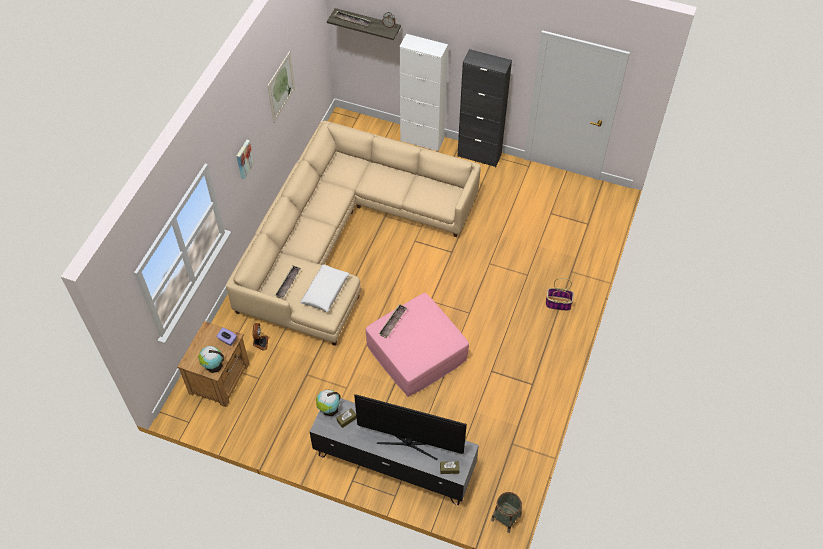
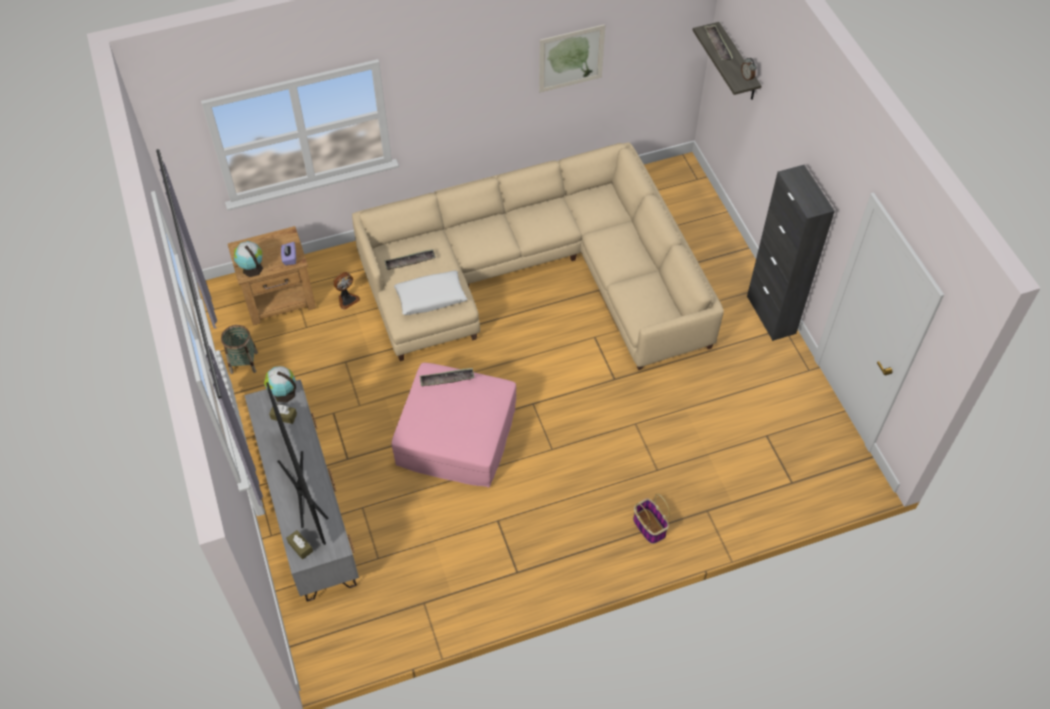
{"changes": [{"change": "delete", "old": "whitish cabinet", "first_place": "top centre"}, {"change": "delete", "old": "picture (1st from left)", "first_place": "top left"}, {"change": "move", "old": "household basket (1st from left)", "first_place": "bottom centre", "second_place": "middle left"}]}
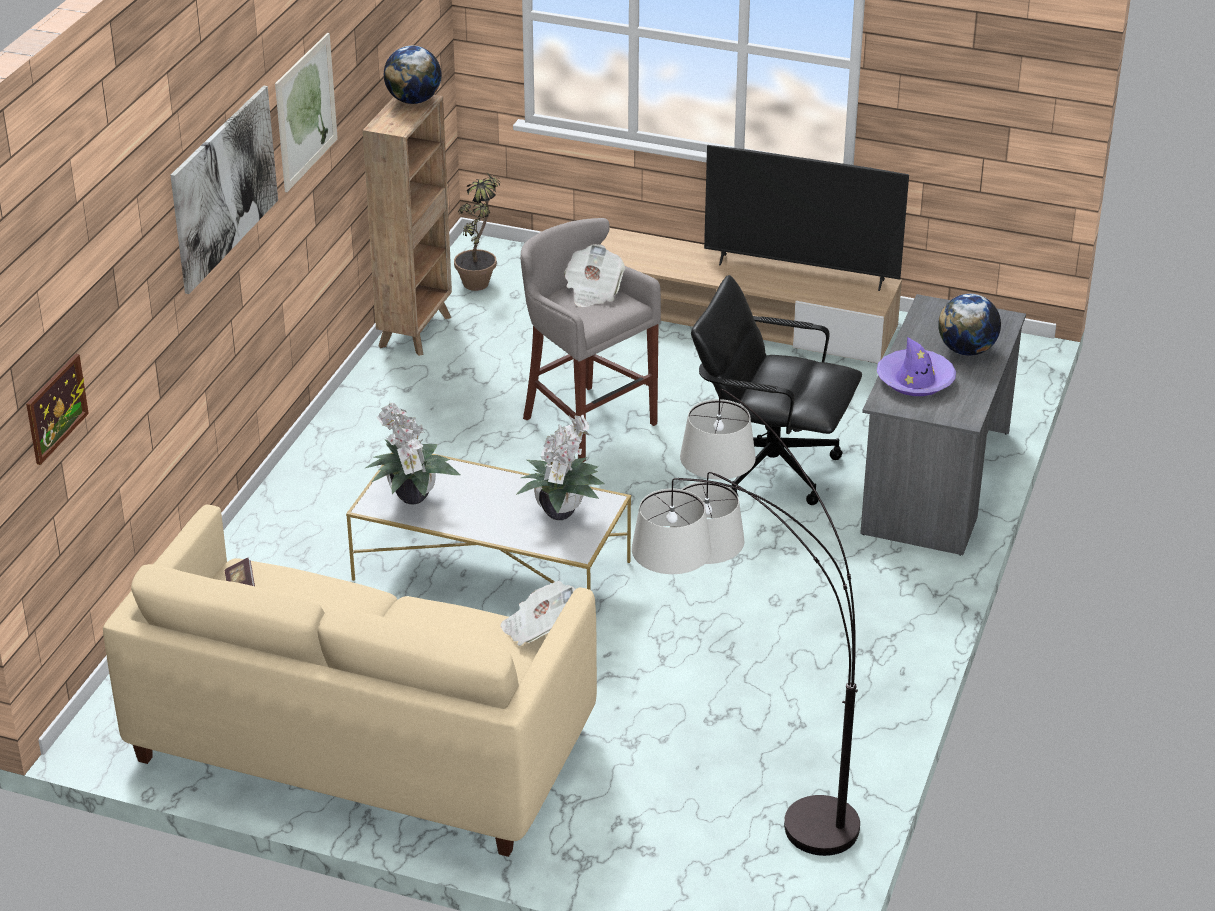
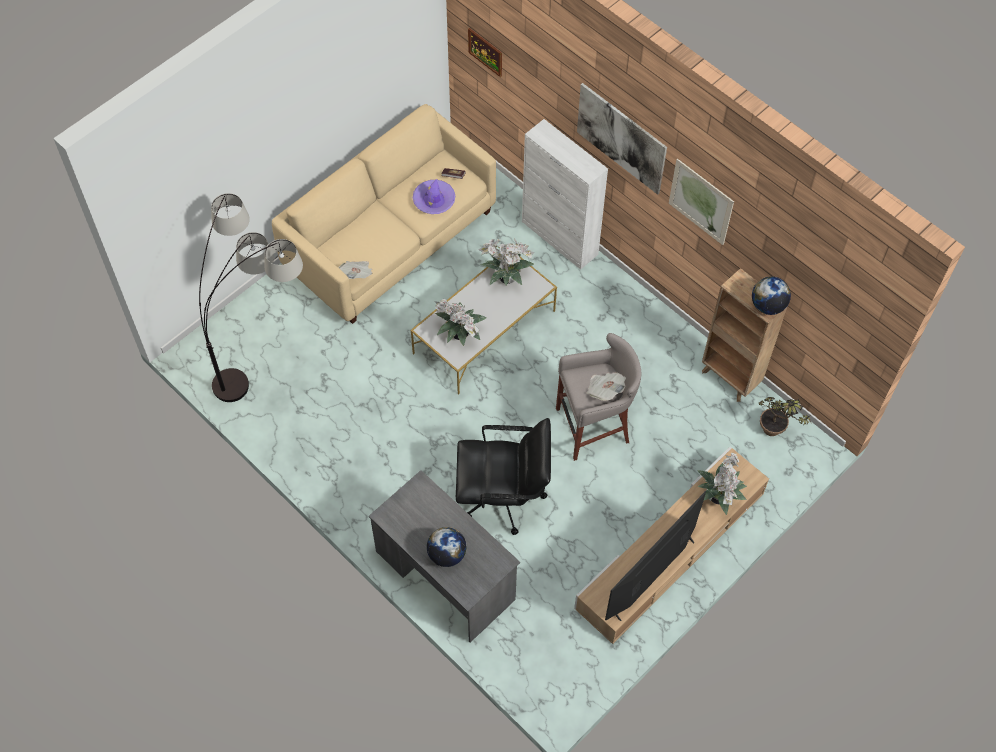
{"changes": [{"change": "rotate", "old": "black computer chair", "first_place": "centre", "second_place": "centre", "degrees": 45}, {"change": "move", "old": "purplish clothing hat", "first_place": "middle right", "second_place": "top centre"}, {"change": "insert", "new": "whitish cabinet", "second_place": "top centre"}, {"change": "insert", "new": "potted plant (3rd from left)", "second_place": "middle right"}]}
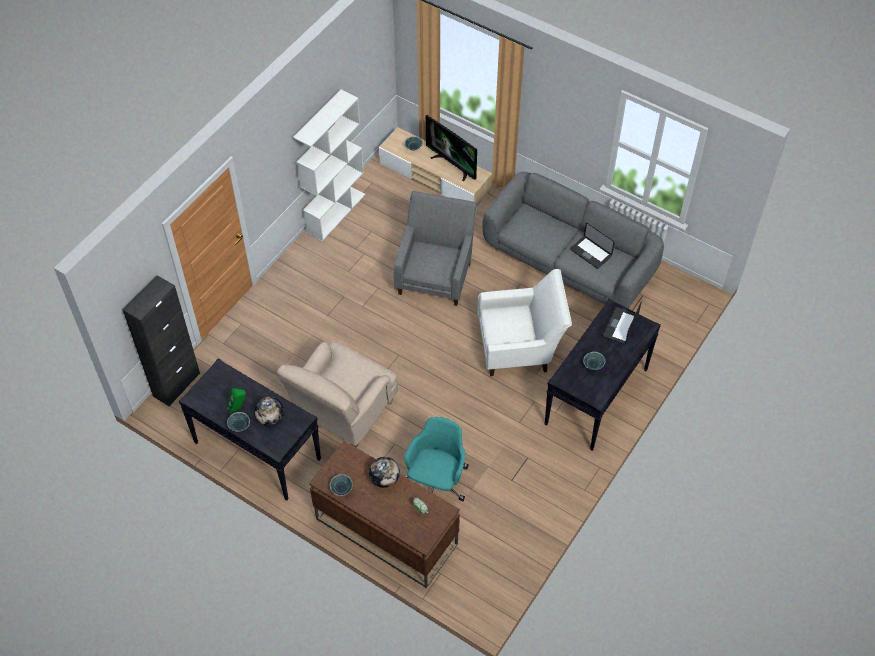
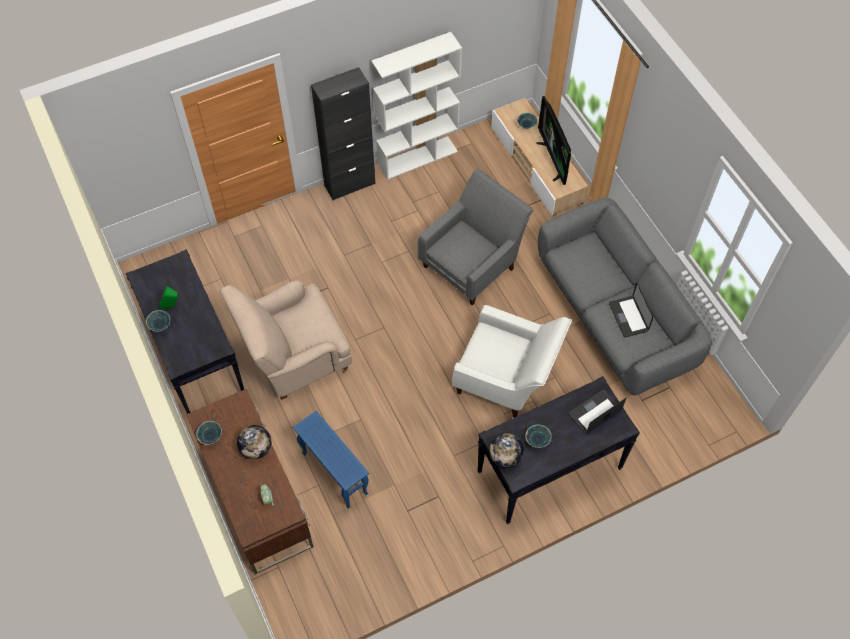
{"changes": [{"change": "move", "old": "black cabinet", "first_place": "middle left", "second_place": "top centre"}, {"change": "move", "old": "globe (1st from left in the first image)", "new": "globe (2nd from left)", "first_place": "middle left", "second_place": "bottom centre"}, {"change": "replace", "old": "turquoise-coloured computer chair", "new": "blue-coloured end table", "first_place": "bottom centre", "second_place": "bottom centre"}]}
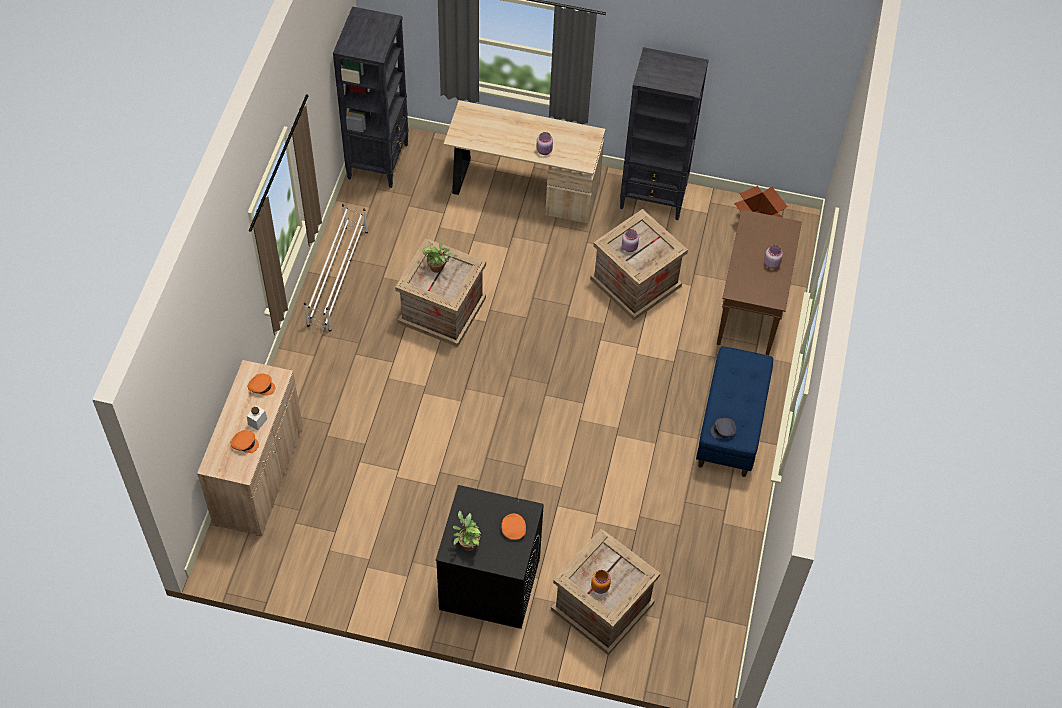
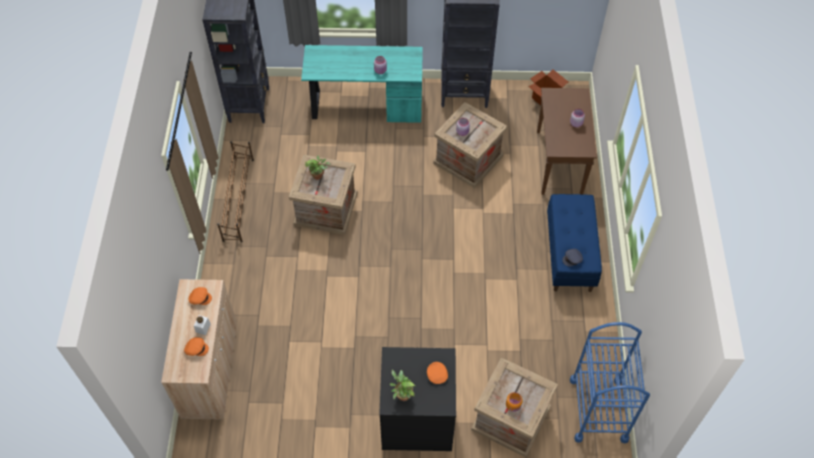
{"changes": [{"change": "recolor", "old": "beige desk", "new": "turquoise-coloured desk", "first_place": "top centre", "second_place": "top centre"}, {"change": "recolor", "old": "whitish shoe shelf", "new": "brownish shoe shelf", "first_place": "middle left", "second_place": "middle left"}, {"change": "insert", "new": "blue-coloured trolley", "second_place": "bottom right"}]}
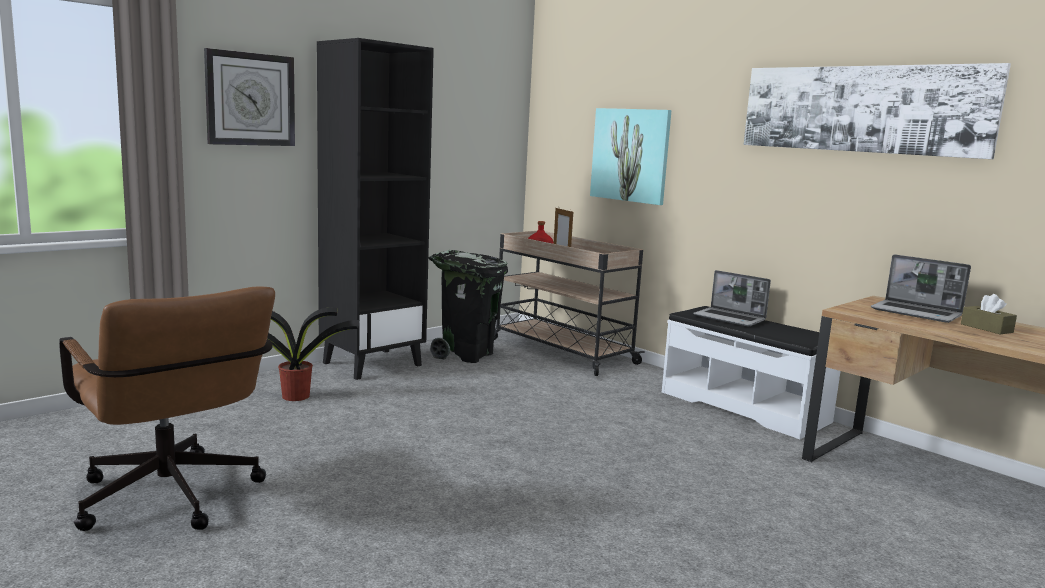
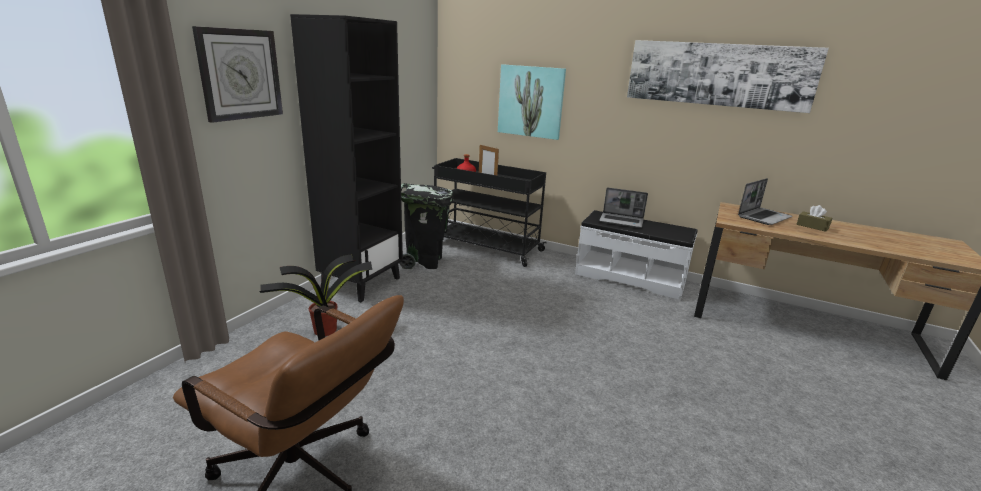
{"changes": [{"change": "recolor", "old": "beige trolley", "new": "black trolley", "first_place": "centre", "second_place": "centre"}, {"change": "rotate", "old": "laptop (2nd from left)", "first_place": "middle right", "second_place": "middle right", "degrees": -60}]}
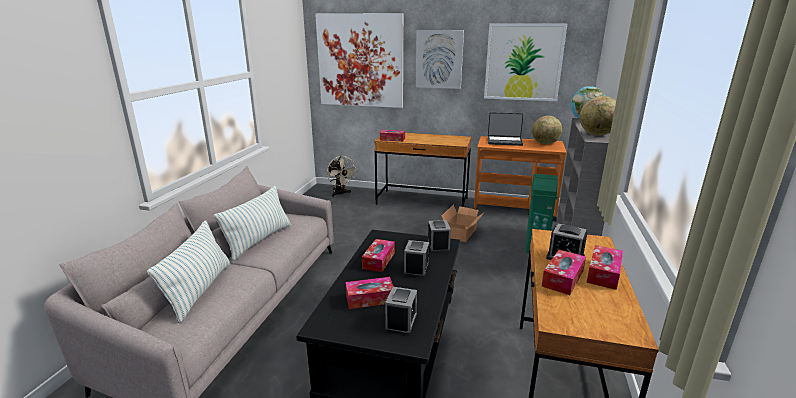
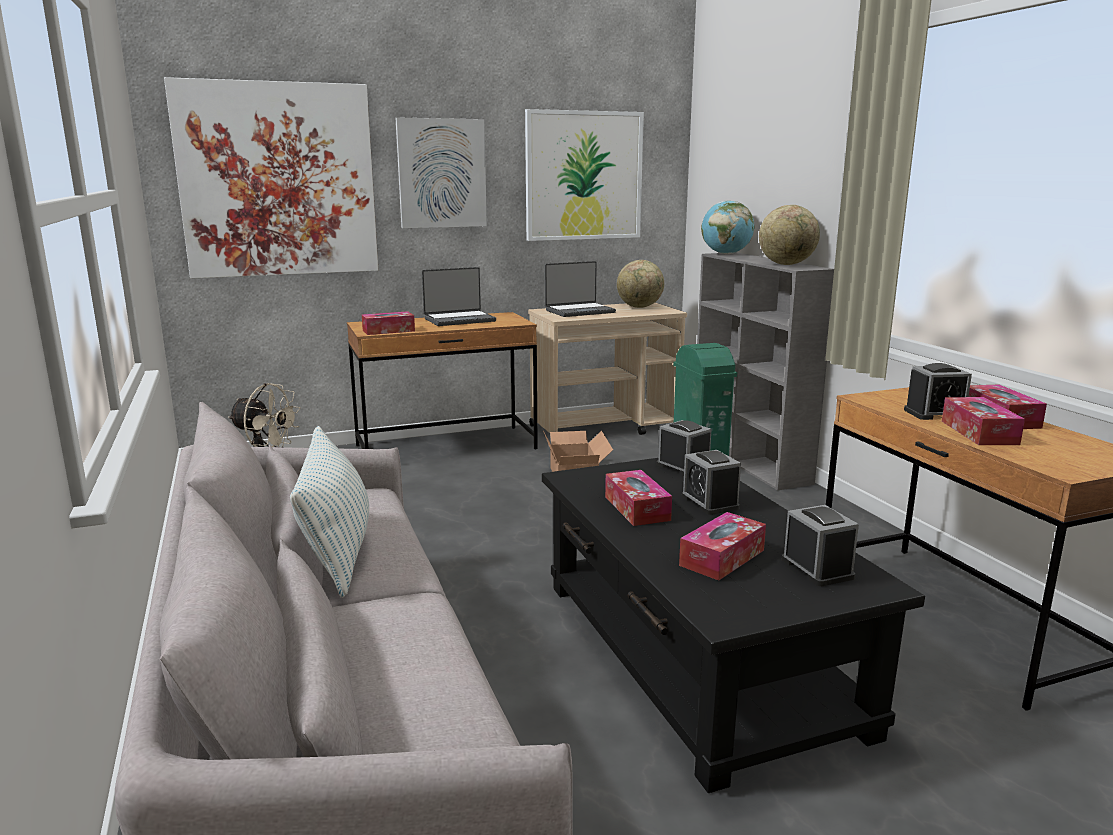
{"changes": [{"change": "recolor", "old": "orange-coloured trolley", "new": "beige trolley", "first_place": "centre", "second_place": "centre"}, {"change": "delete", "old": "throw pillow (1st from left)", "first_place": "bottom left"}, {"change": "insert", "new": "laptop (1st from left)", "second_place": "centre"}]}
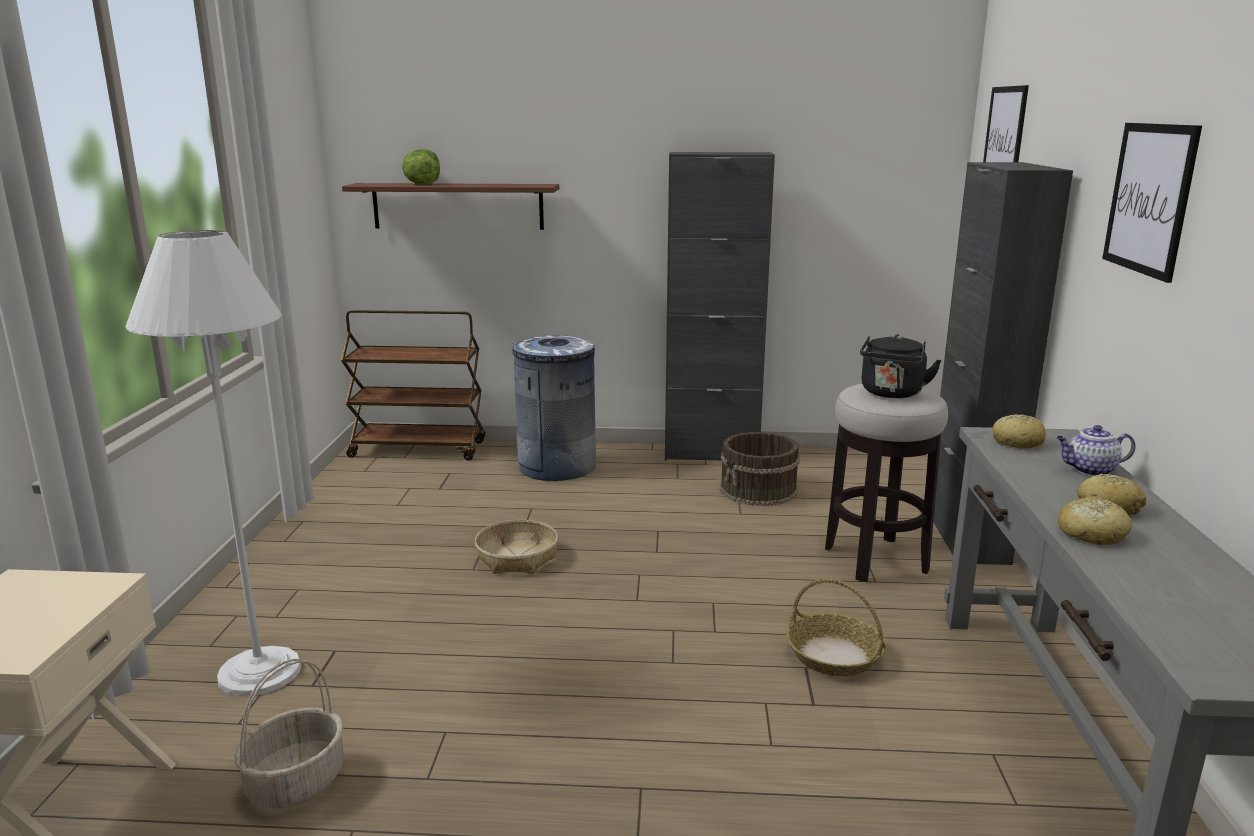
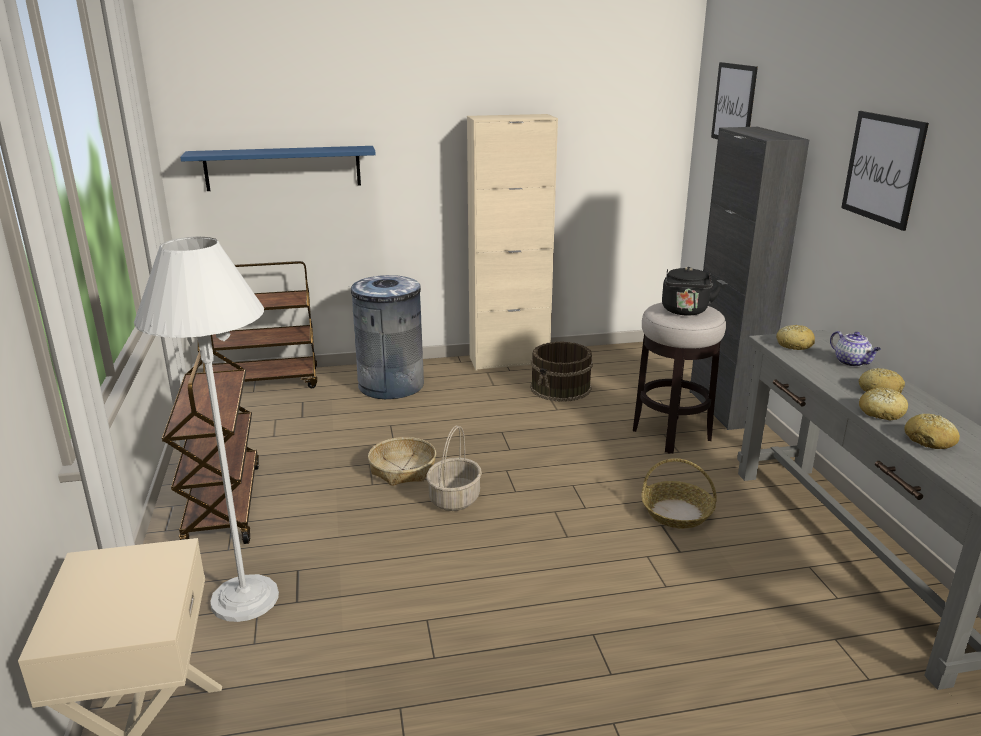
{"changes": [{"change": "delete", "old": "lettuce", "first_place": "top centre"}, {"change": "recolor", "old": "black cabinet (1st from left)", "new": "beige cabinet", "first_place": "centre", "second_place": "top centre"}, {"change": "recolor", "old": "brownish wall shelf", "new": "blue-coloured wall shelf", "first_place": "top centre", "second_place": "top left"}, {"change": "rotate", "old": "tea pot", "first_place": "middle right", "second_place": "middle right", "degrees": -105}, {"change": "move", "old": "household basket (1st from left in the first image)", "new": "household basket (2nd from left)", "first_place": "bottom left", "second_place": "centre"}, {"change": "insert", "new": "brownish trolley (1st from left)", "second_place": "middle left"}, {"change": "insert", "new": "baked bread (4th from left)", "second_place": "middle right"}]}
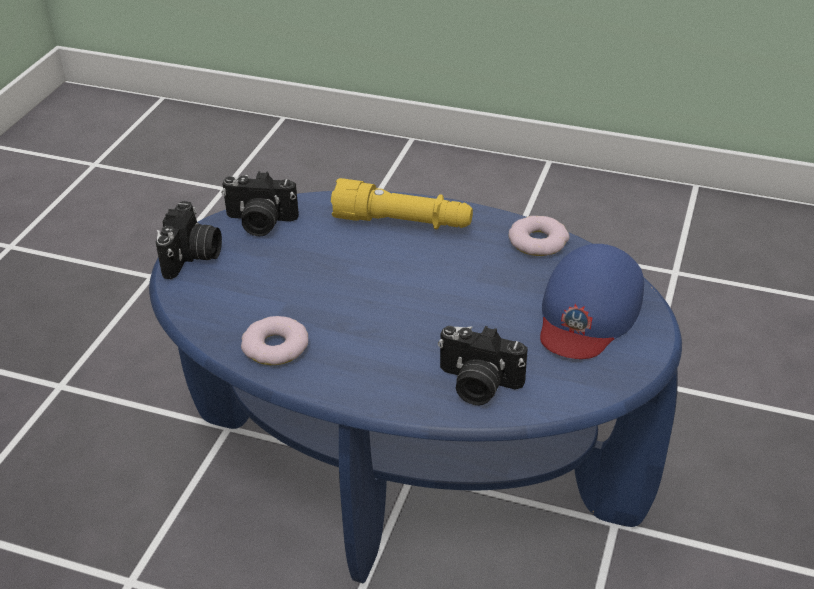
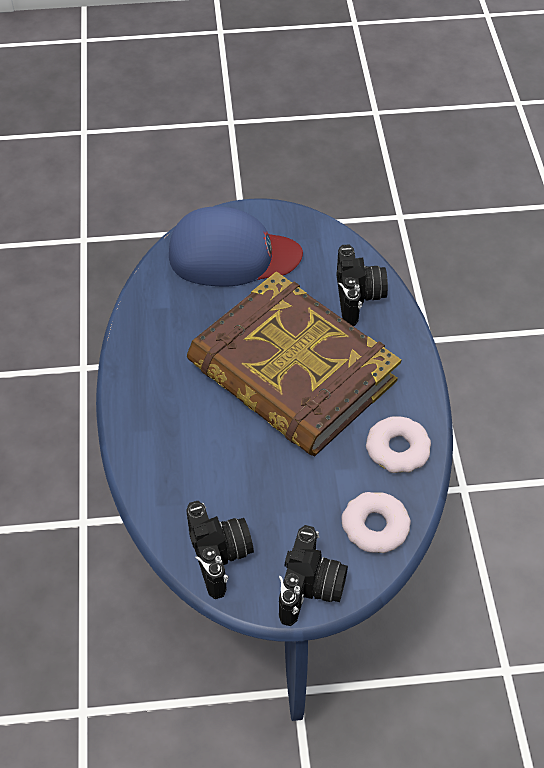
{"changes": [{"change": "delete", "old": "yellow torch", "first_place": "centre"}, {"change": "rotate", "old": "still camera (1st from left in the first image)", "first_place": "middle left", "second_place": "bottom centre", "degrees": 120}, {"change": "move", "old": "donut (2nd from left in the first image)", "new": "donut (1st from left)", "first_place": "centre", "second_place": "bottom right"}, {"change": "insert", "new": "volume", "second_place": "centre"}]}
